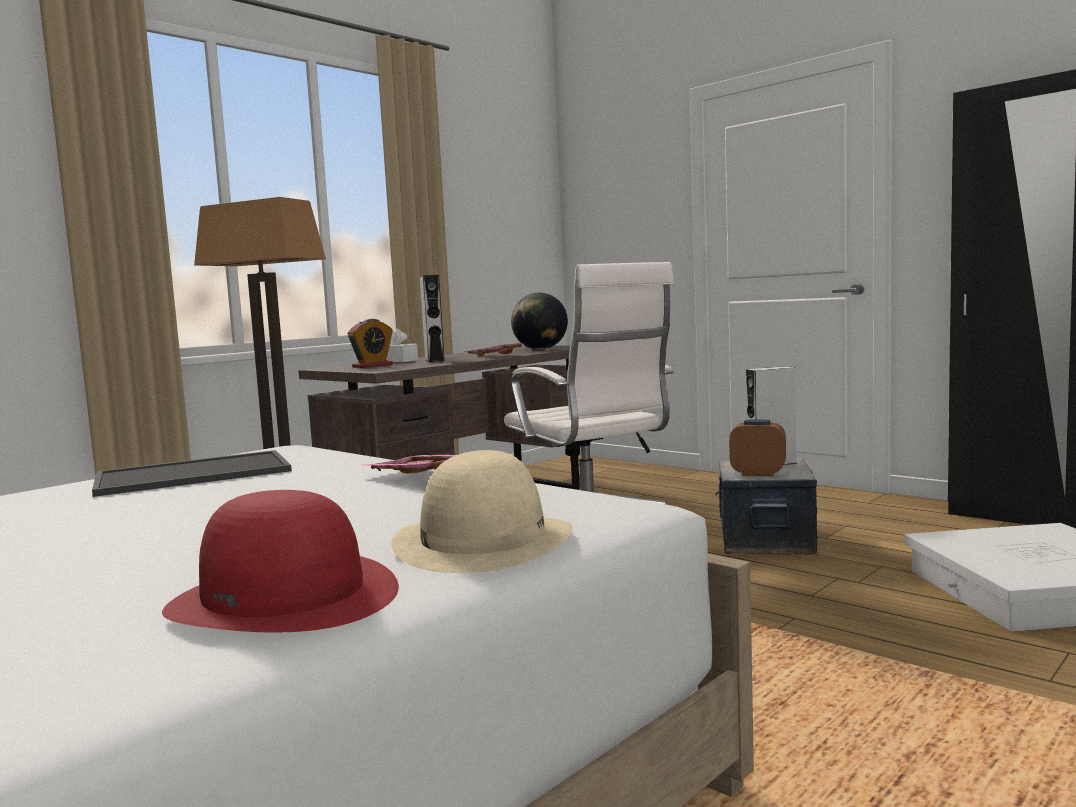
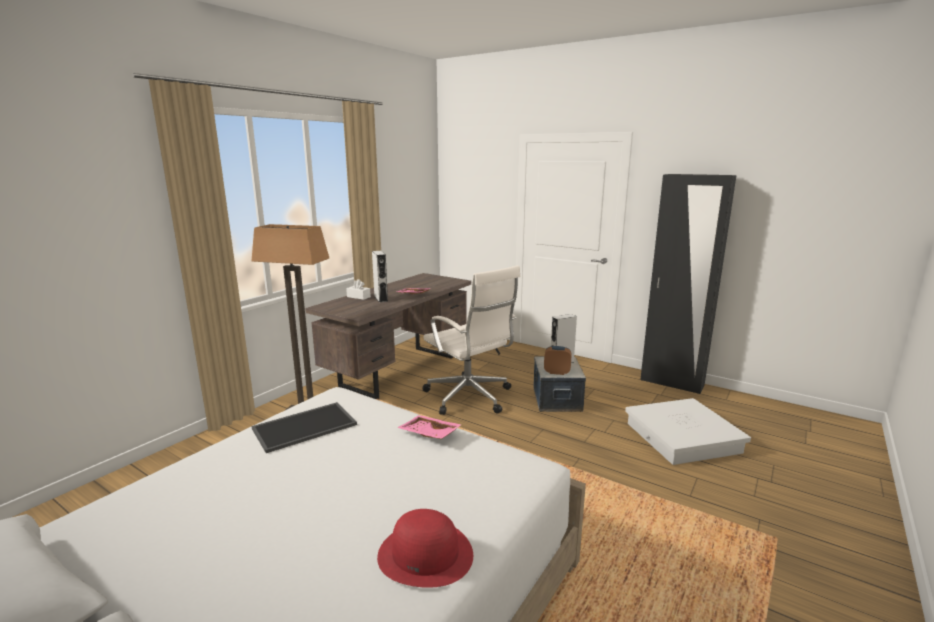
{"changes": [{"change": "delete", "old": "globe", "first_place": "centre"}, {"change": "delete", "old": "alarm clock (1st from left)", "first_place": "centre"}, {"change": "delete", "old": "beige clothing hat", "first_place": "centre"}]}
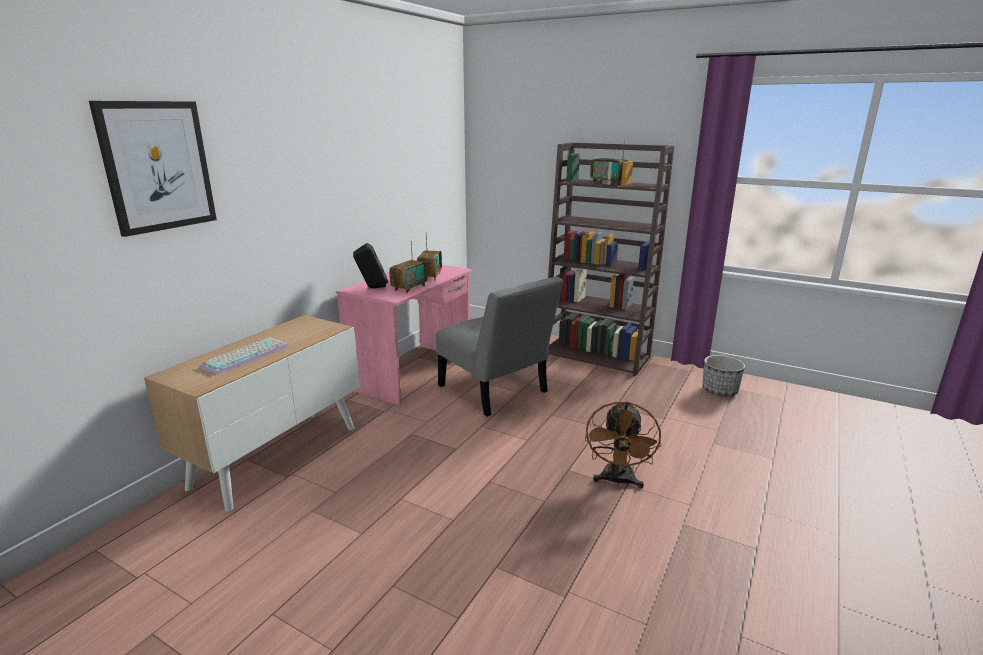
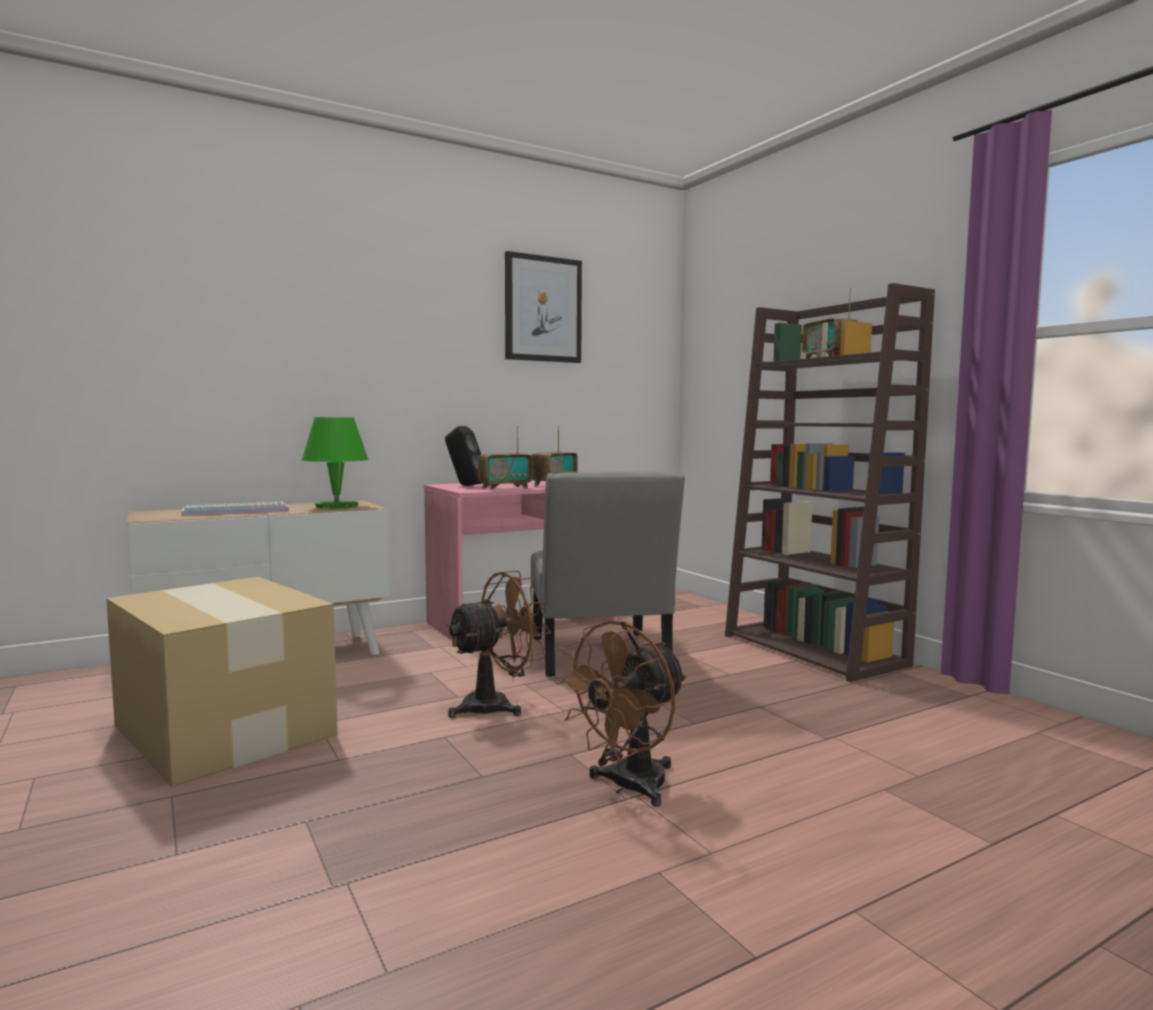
{"changes": [{"change": "move", "old": "picture", "first_place": "top left", "second_place": "top centre"}, {"change": "delete", "old": "plant pot", "first_place": "middle right"}, {"change": "insert", "new": "green tabletop lamp", "second_place": "middle left"}, {"change": "insert", "new": "brownish fan (1st from left)", "second_place": "centre"}, {"change": "insert", "new": "packing box", "second_place": "bottom left"}]}
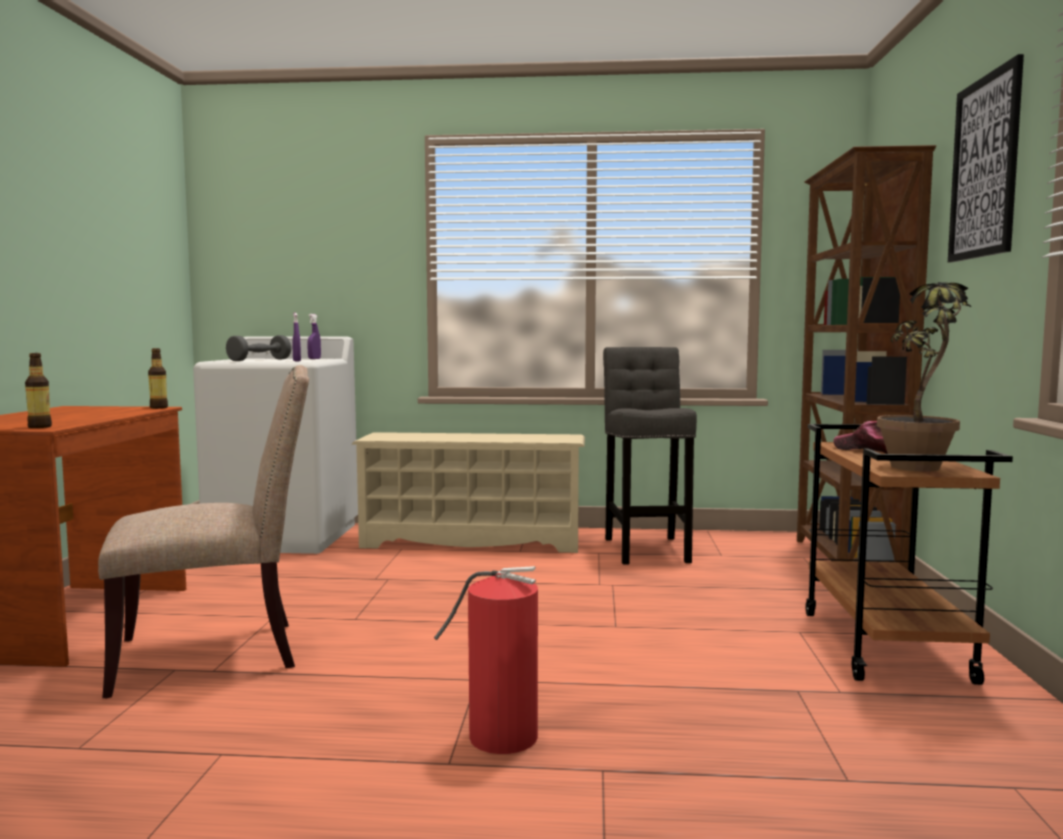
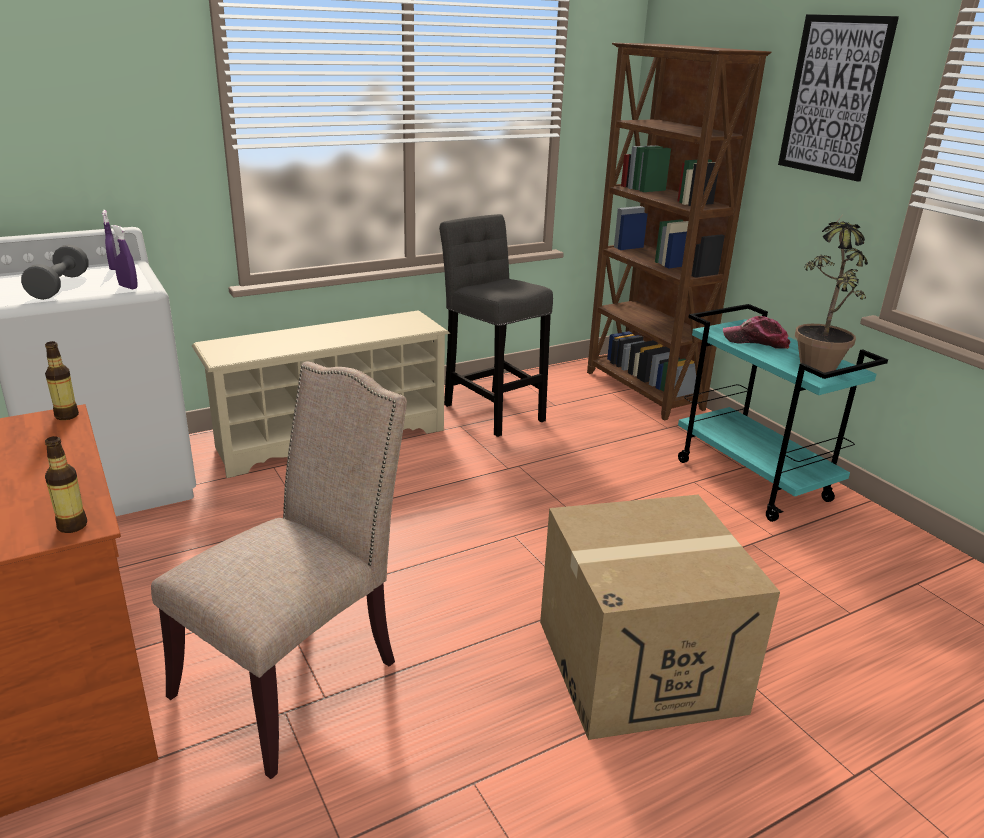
{"changes": [{"change": "recolor", "old": "brownish trolley", "new": "turquoise-coloured trolley", "first_place": "middle right", "second_place": "middle right"}, {"change": "replace", "old": "extinguisher", "new": "packing box", "first_place": "bottom centre", "second_place": "bottom right"}]}
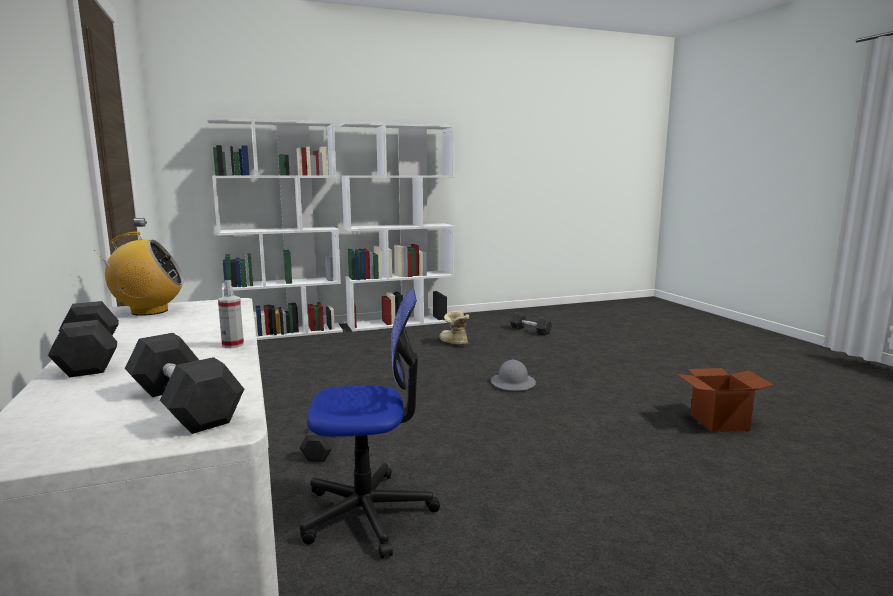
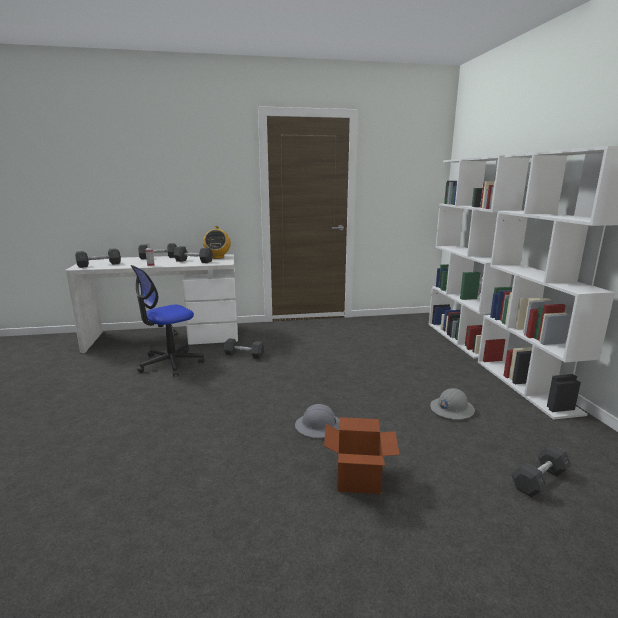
{"changes": [{"change": "rotate", "old": "computer chair", "first_place": "bottom centre", "second_place": "middle left", "degrees": 45}, {"change": "replace", "old": "boot", "new": "greyish hard hat (2nd from left)", "first_place": "centre", "second_place": "middle right"}, {"change": "move", "old": "packing box", "first_place": "bottom right", "second_place": "bottom centre"}, {"change": "insert", "new": "greyish dumbbell (3rd from left)", "second_place": "middle left"}]}
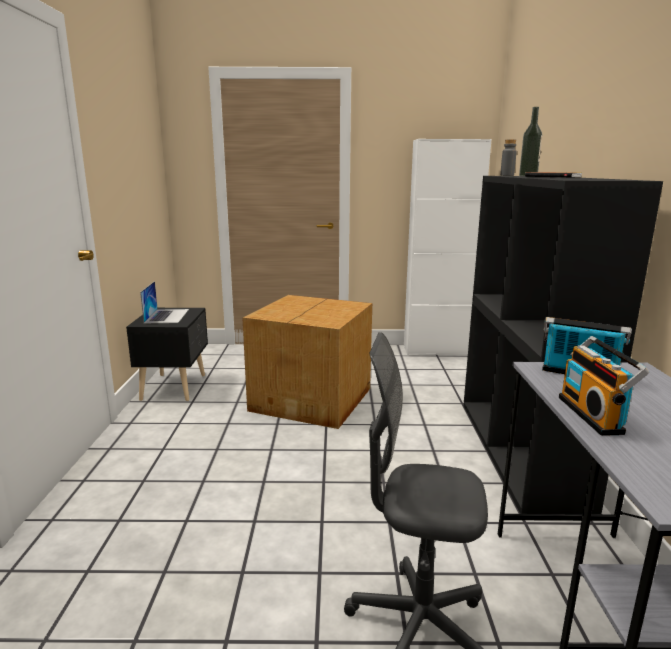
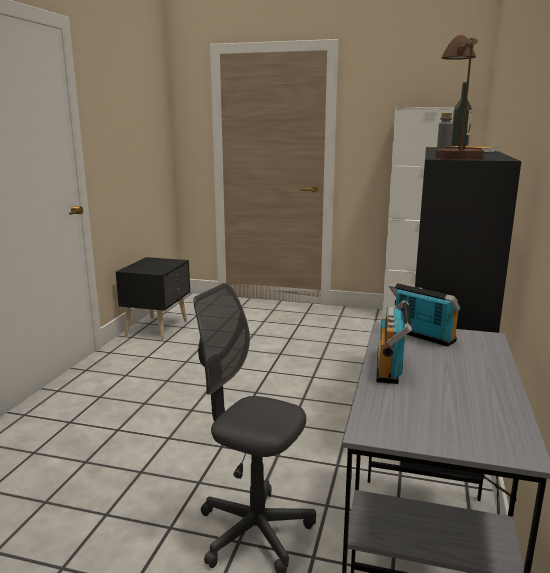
{"changes": [{"change": "delete", "old": "laptop", "first_place": "middle left"}, {"change": "delete", "old": "packing box", "first_place": "centre"}, {"change": "insert", "new": "brownish tabletop lamp", "second_place": "top right"}]}
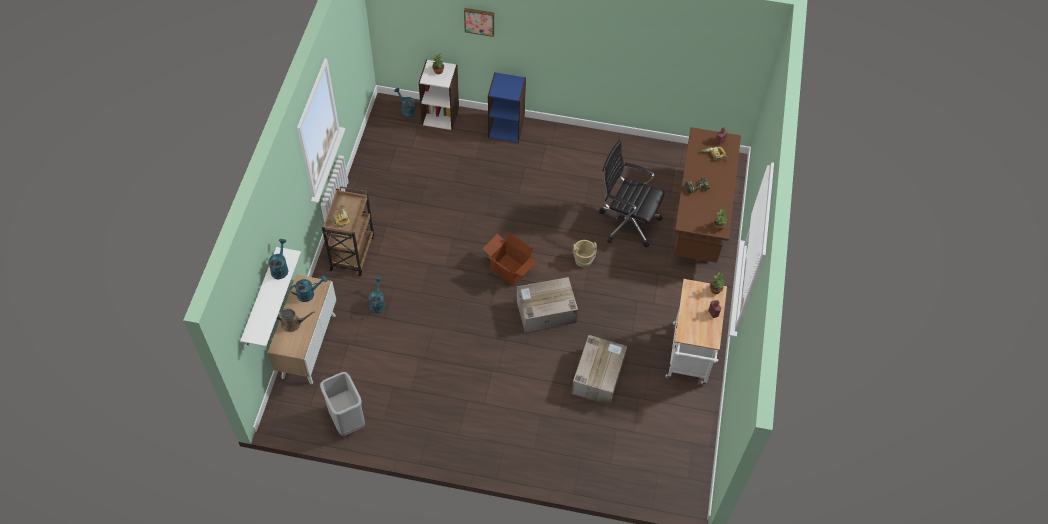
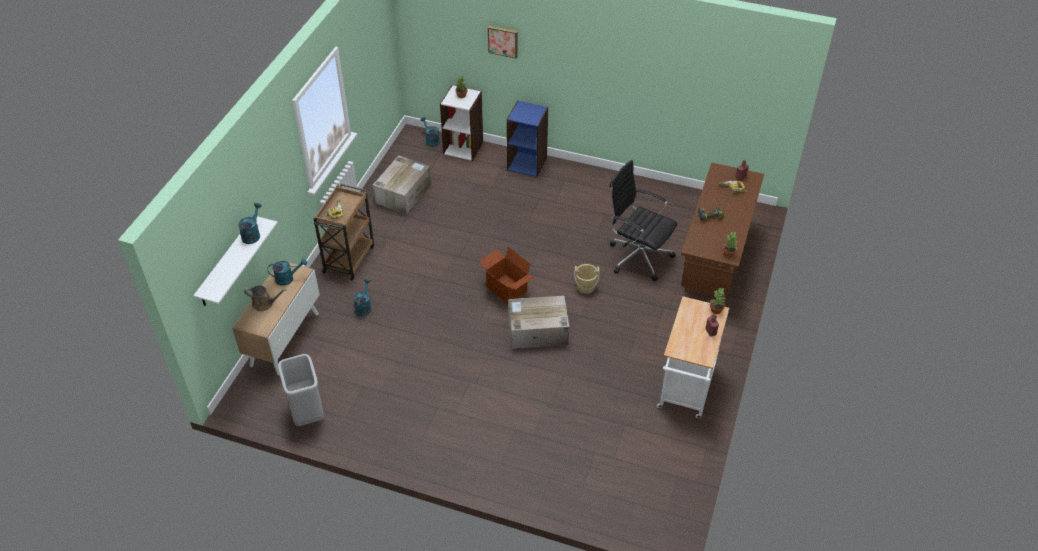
{"changes": [{"change": "move", "old": "packing box (3rd from left in the first image)", "new": "packing box (1st from left)", "first_place": "bottom centre", "second_place": "centre"}]}
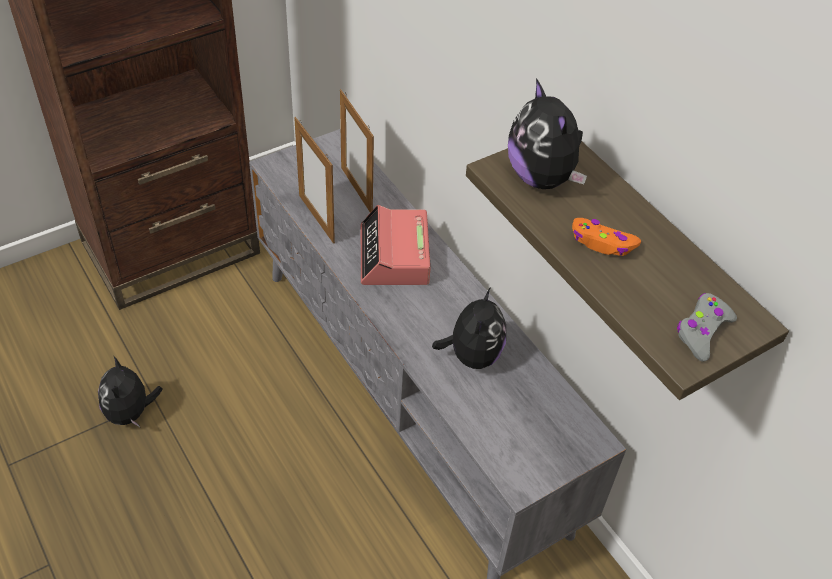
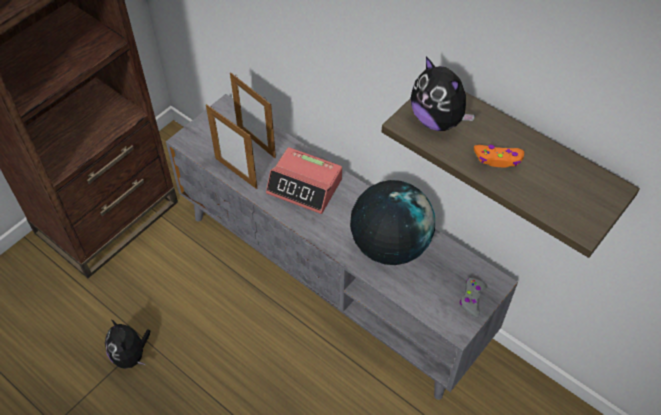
{"changes": [{"change": "rotate", "old": "alarm clock", "first_place": "centre", "second_place": "centre", "degrees": -45}, {"change": "replace", "old": "cuddly toy (2nd from left)", "new": "globe", "first_place": "centre", "second_place": "centre"}, {"change": "move", "old": "greyish game controller", "first_place": "middle right", "second_place": "bottom right"}]}
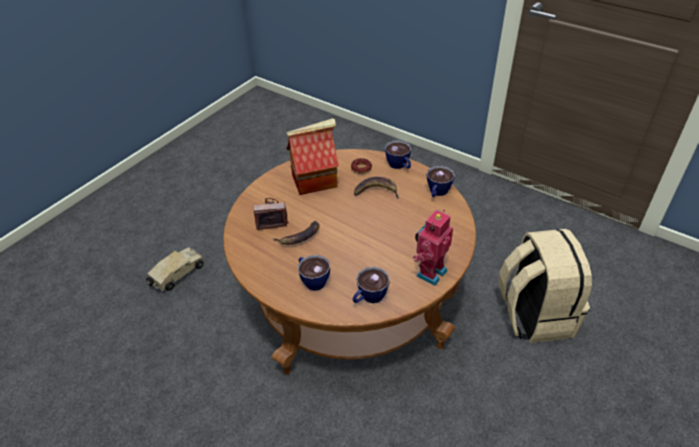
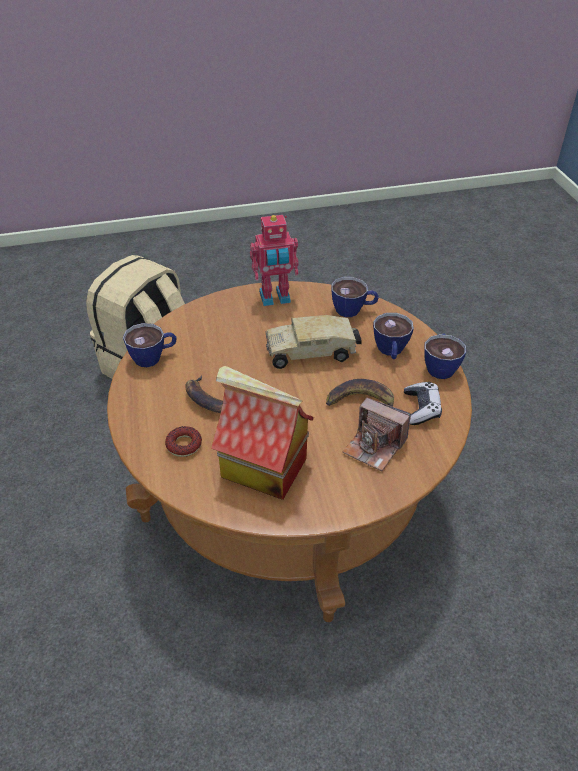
{"changes": [{"change": "move", "old": "cup (3rd from left in the first image)", "new": "cup (4th from left)", "first_place": "centre", "second_place": "middle right"}, {"change": "move", "old": "toy lorry", "first_place": "middle left", "second_place": "centre"}, {"change": "insert", "new": "game controller", "second_place": "middle right"}]}
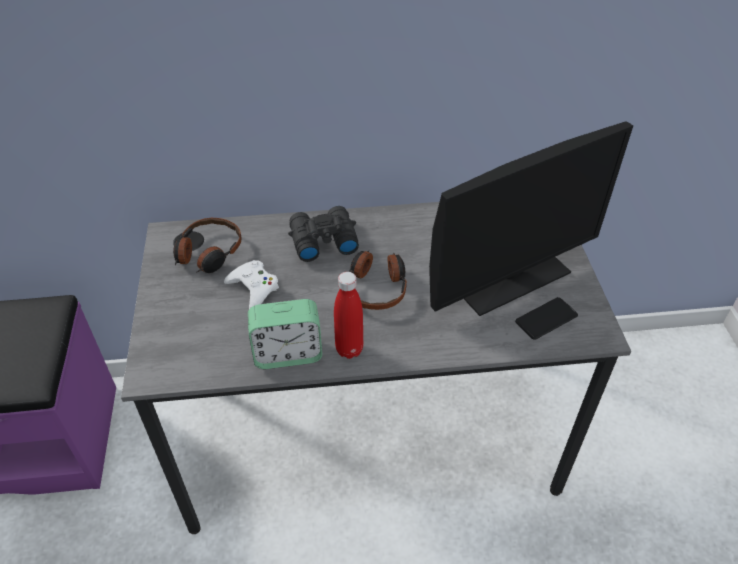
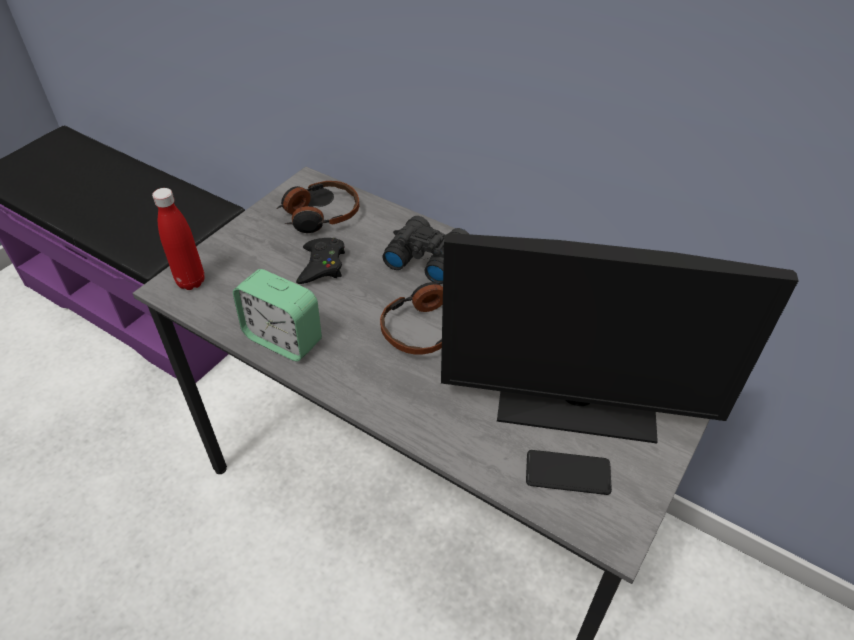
{"changes": [{"change": "recolor", "old": "whitish game controller", "new": "black game controller", "first_place": "centre", "second_place": "centre"}, {"change": "move", "old": "reddish beverage bottle", "first_place": "centre", "second_place": "middle left"}]}
